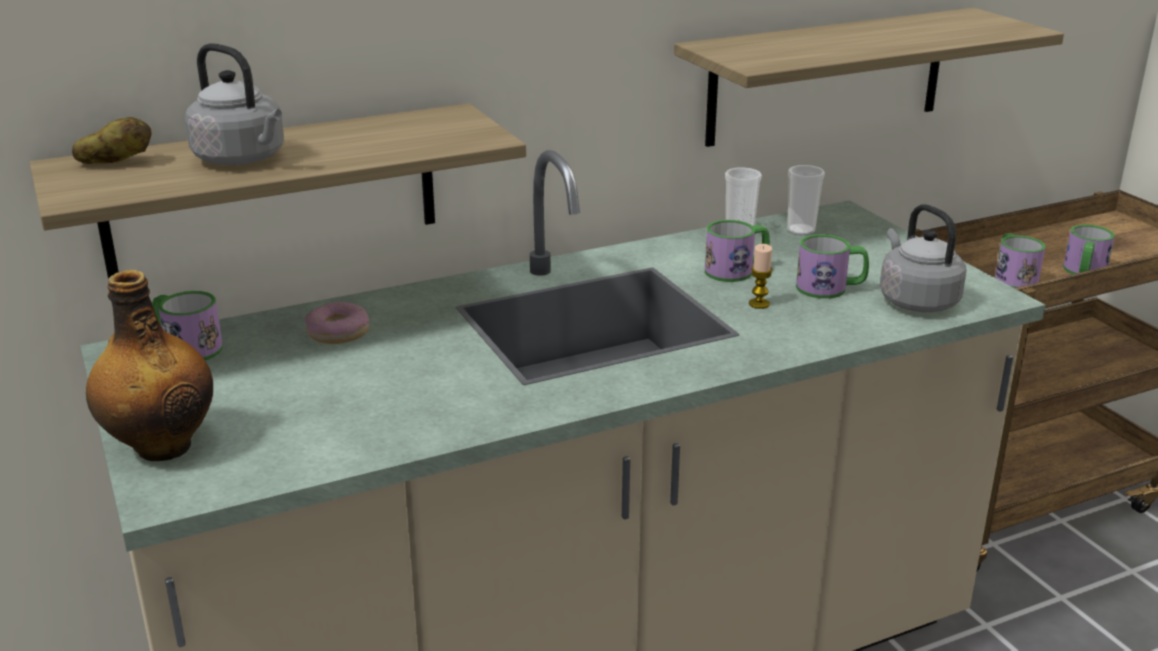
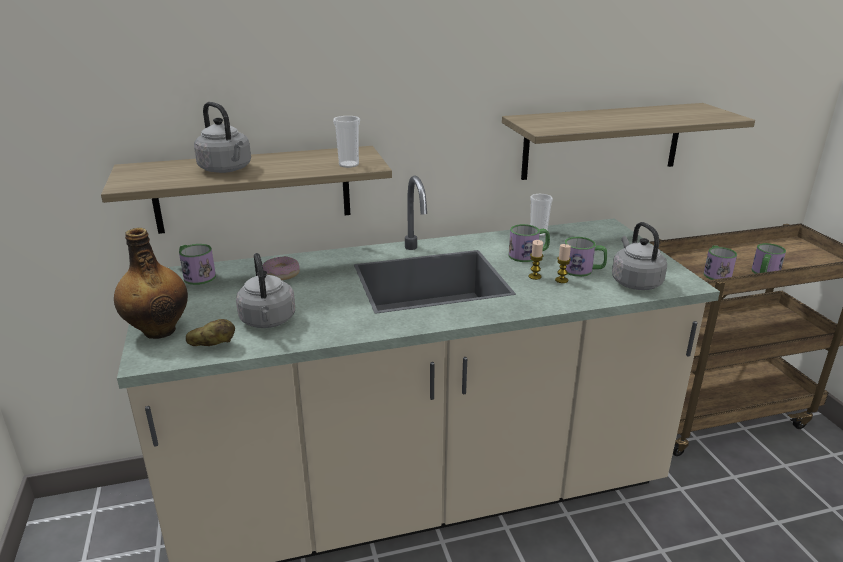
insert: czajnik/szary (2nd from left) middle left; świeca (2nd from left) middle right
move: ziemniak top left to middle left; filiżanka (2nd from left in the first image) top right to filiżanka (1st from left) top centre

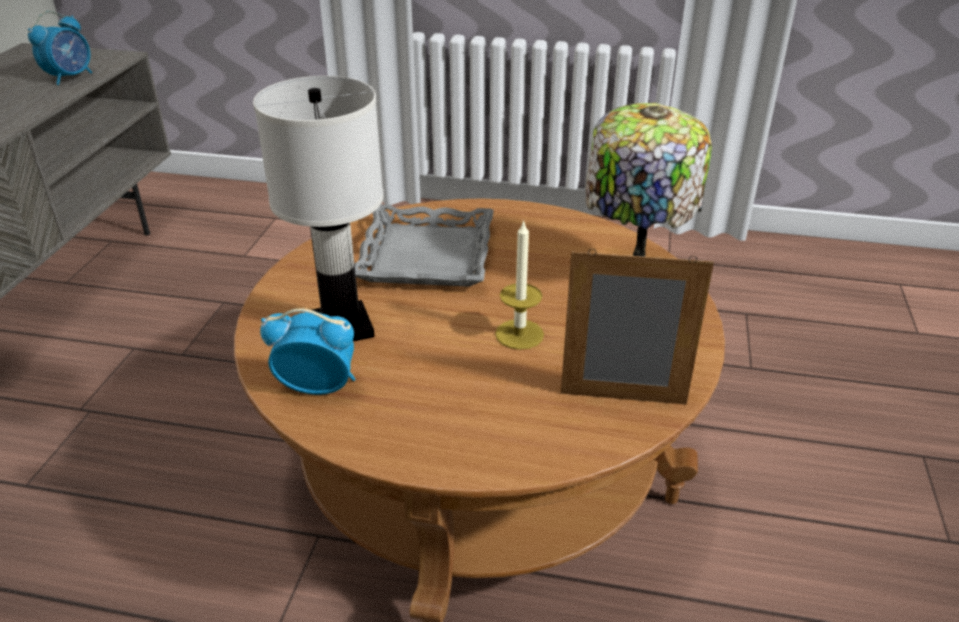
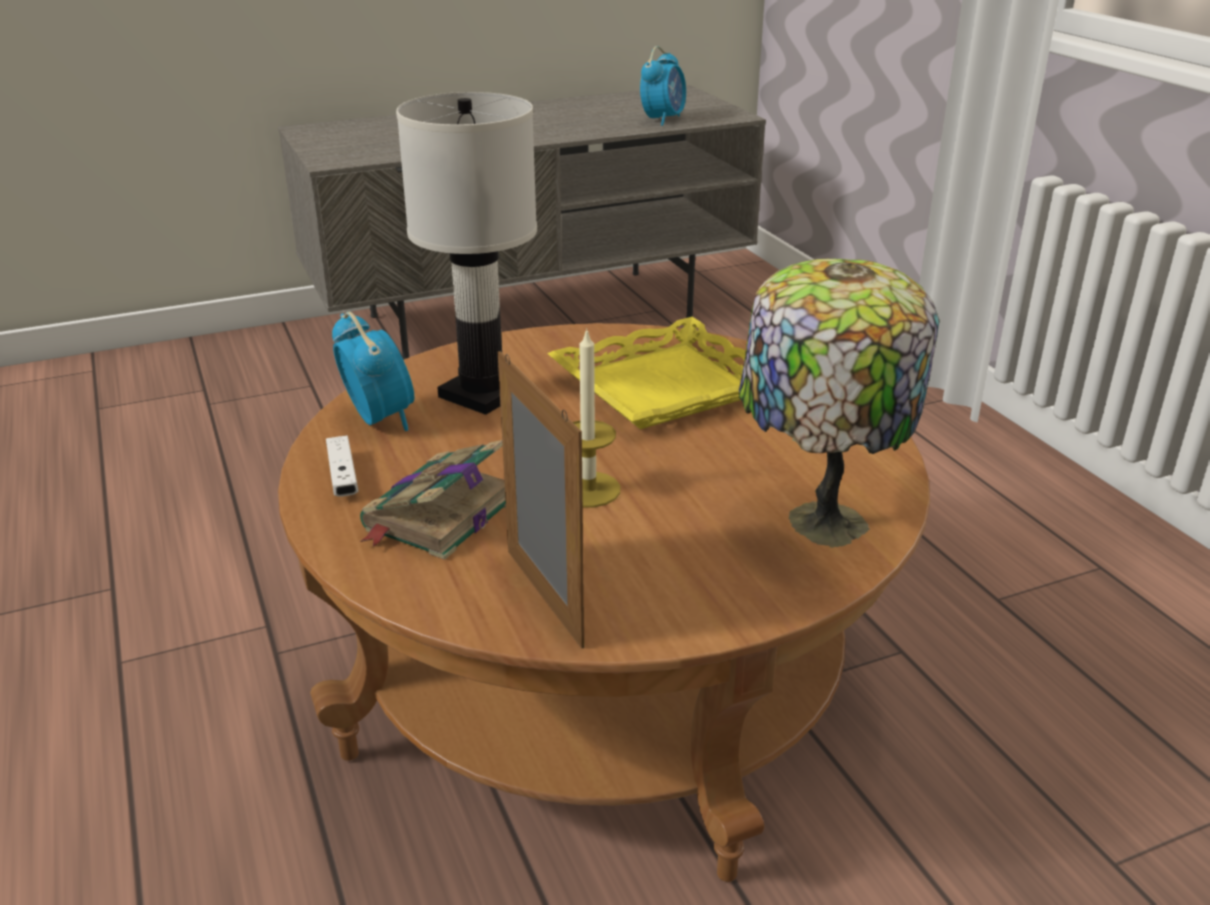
insert: pad do gier/biały middle left; książka centre
recolor: taca/szary centre to taca/żółty centre
rotate: budzik (1st from left in the first image) top left = top centre 60 degrees counterclockwise

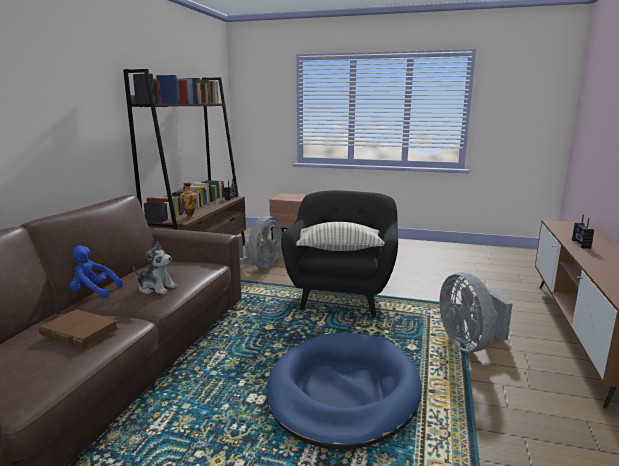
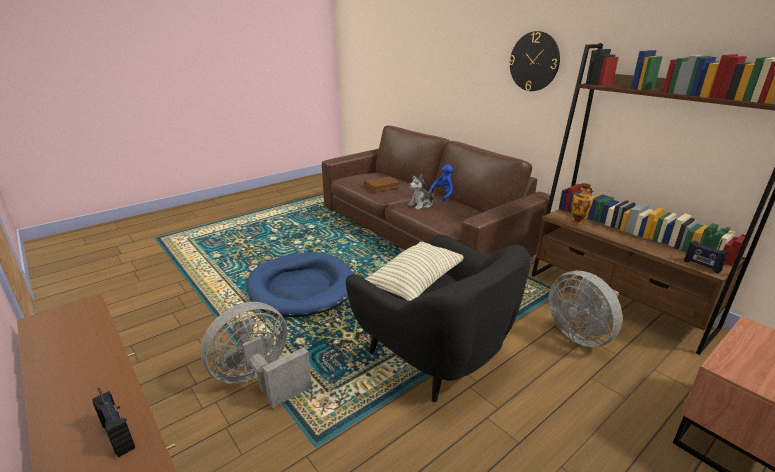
insert: zegar ścienny top right
rotate: wentylator/szary (2nd from left in the first image) bottom right = bottom left 60 degrees counterclockwise

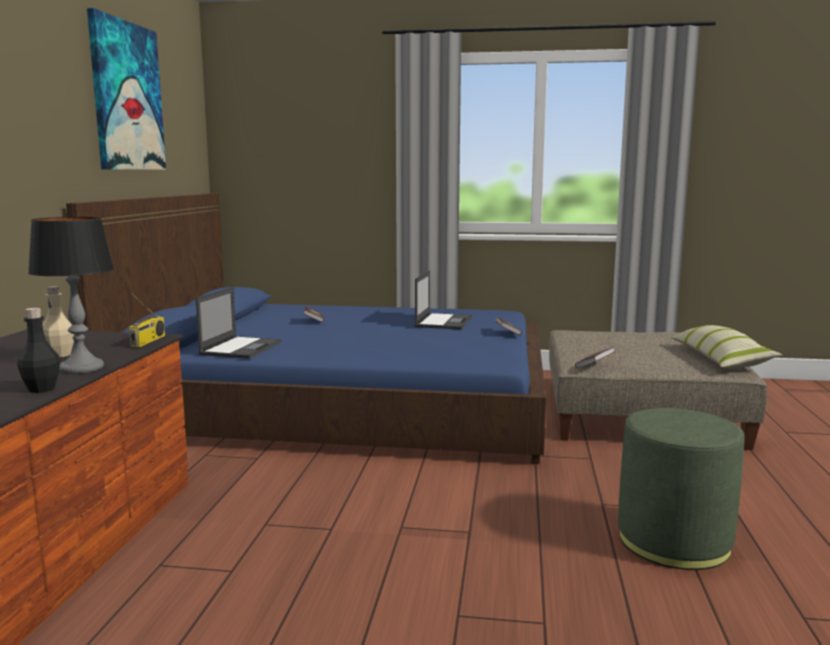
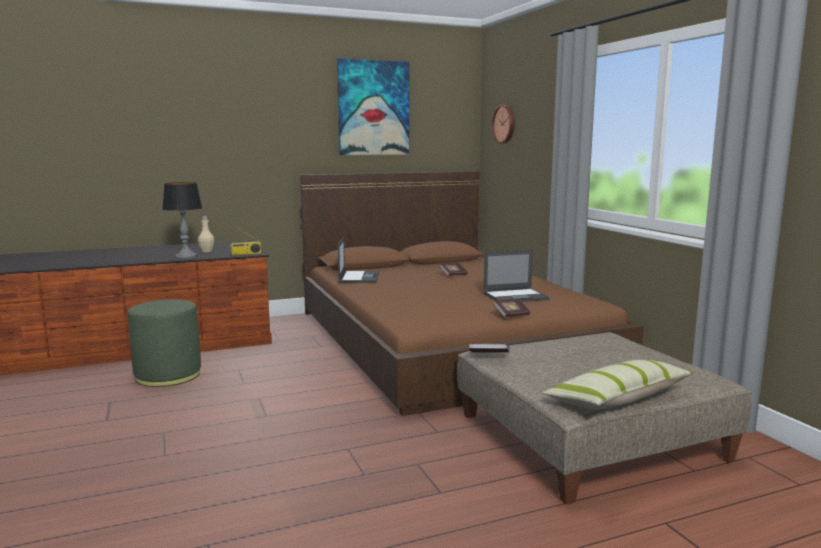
delete: butelka/czarny middle left
insert: zegar ścienny top centre
move: pufa/zielony bottom right to middle left
recolor: łóżko/niebieski centre to łóżko/brązowy centre
rotate: laptop (1st from left) middle left = centre 75 degrees counterclockwise

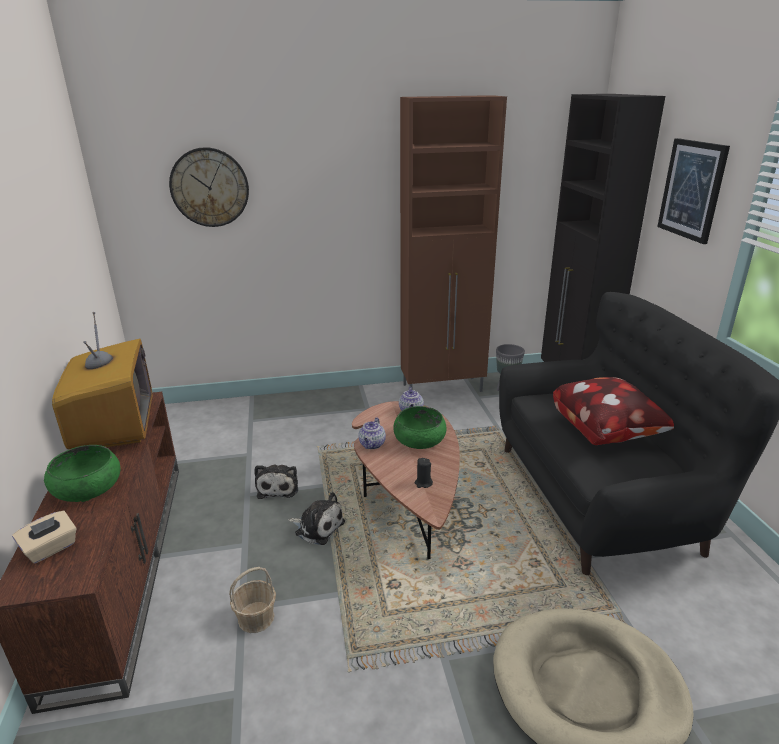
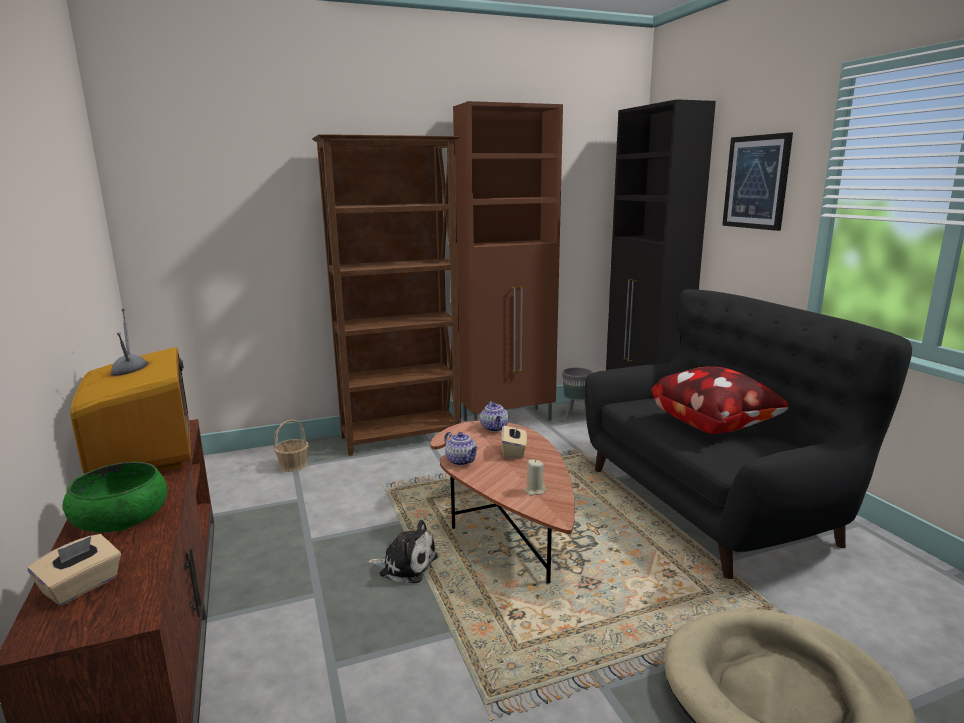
delete: zegar ścienny top left; pluszak (1st from left) centre
insert: regał/brązowy centre
move: koszyk bottom left to middle left
replace: miska/zielony (2nd from left) centre to pudełko chusteczek/beżowy (2nd from left) centre
recolor: świeca/czarny centre to świeca/beżowy centre
rotate: imbryk (1st from left) centre = centre 45 degrees counterclockwise

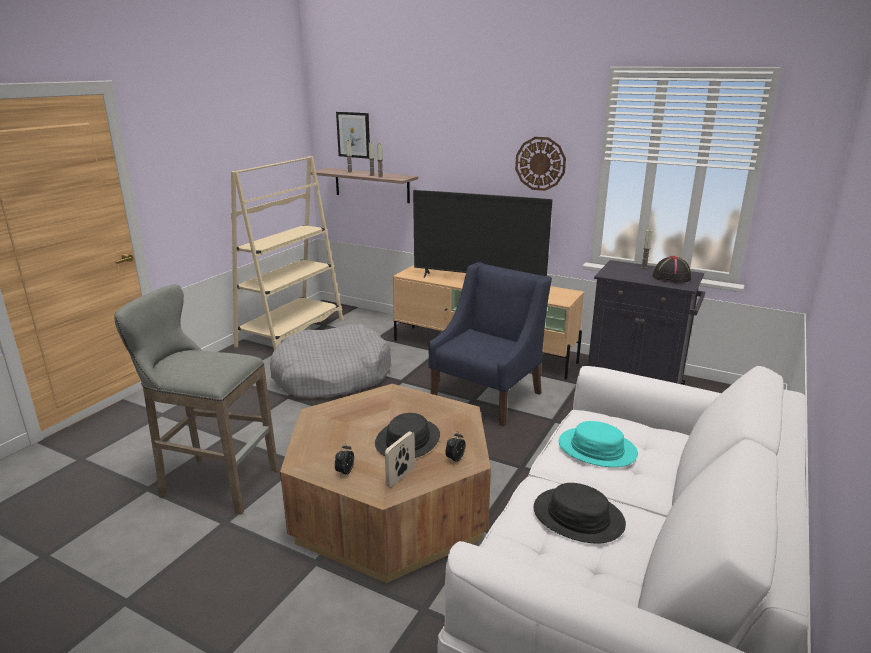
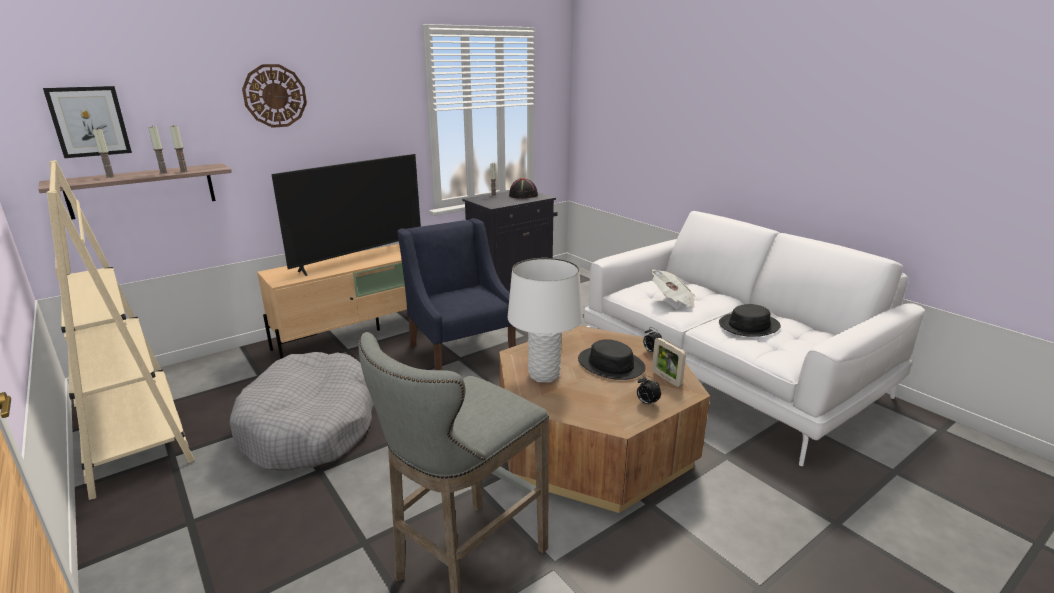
insert: lampa stołowa/biały centre
move: zegar ścienny top centre to top left
replace: kapelusz/turkusowy bottom right to gazeta centre

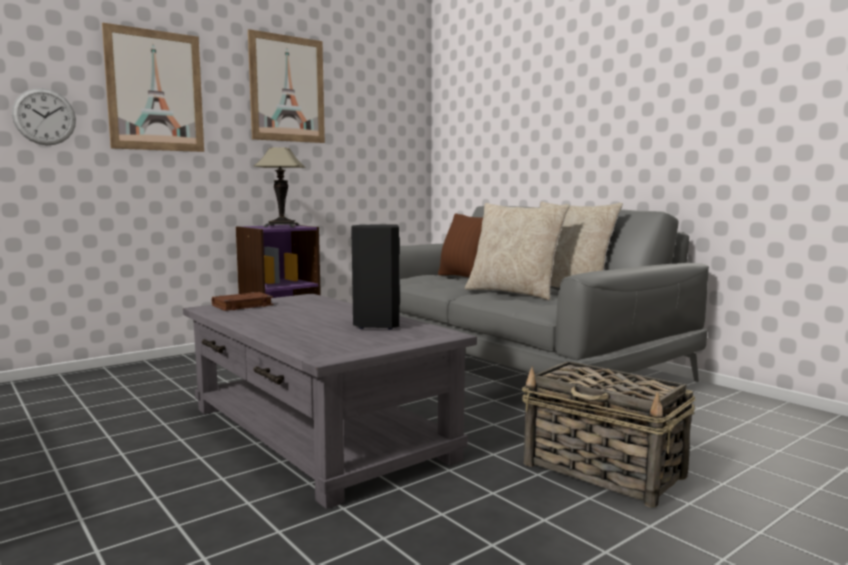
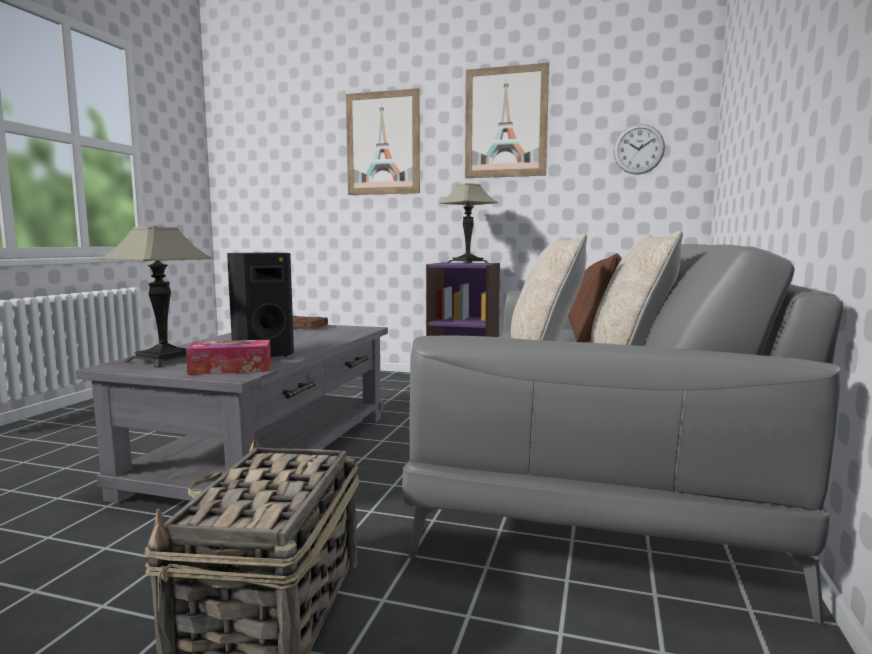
insert: lampa stołowa (1st from left) middle left; pudełko chusteczek middle left
move: zegar ścienny top left to top right

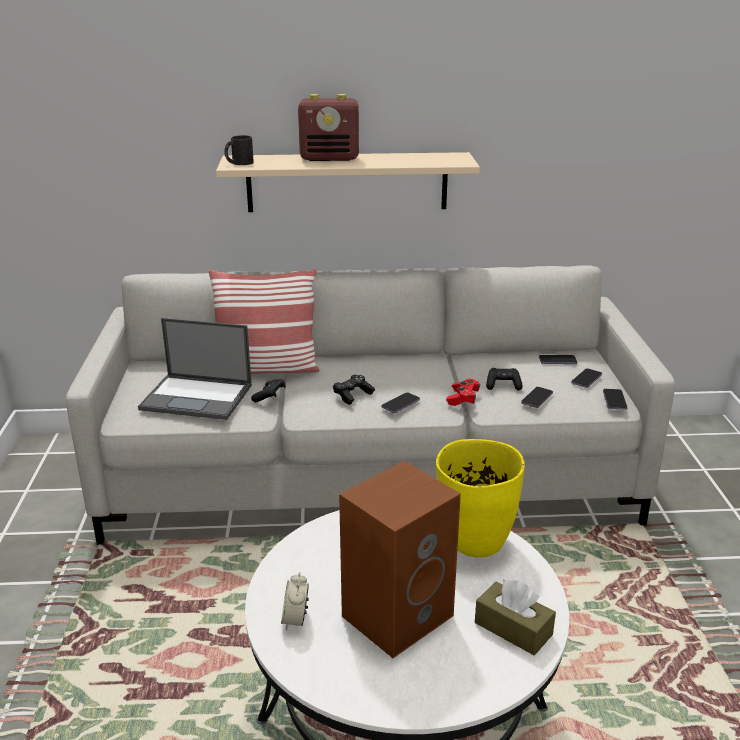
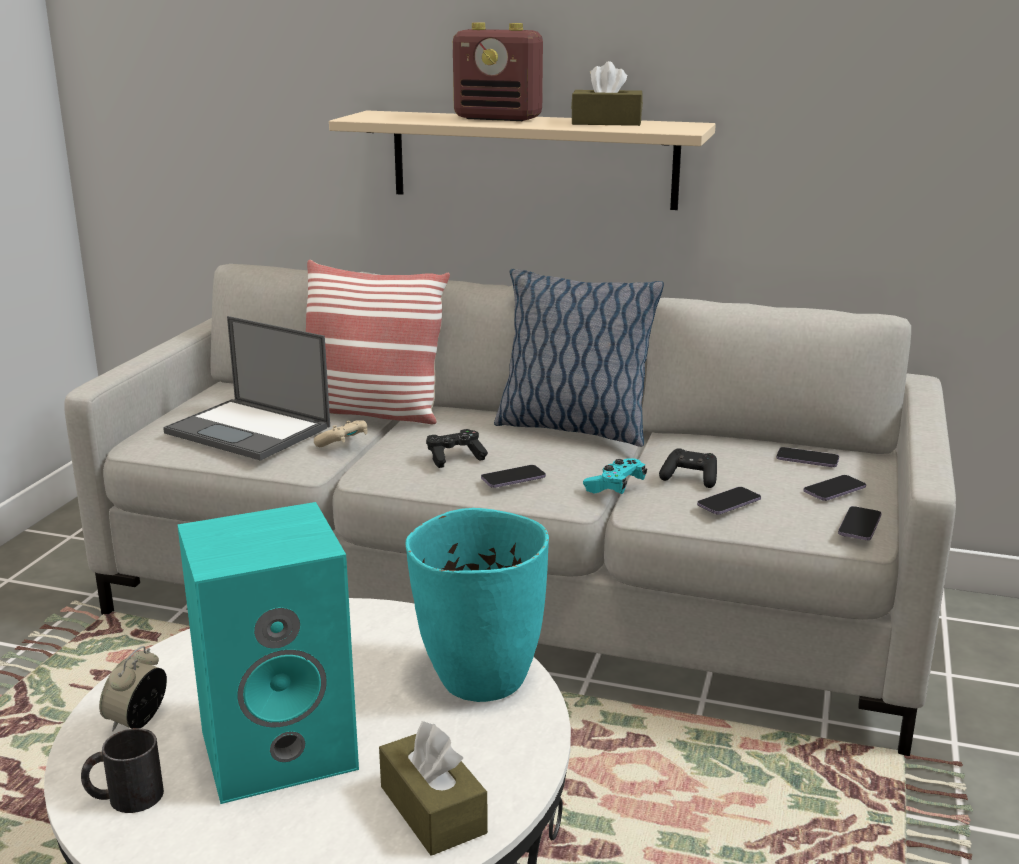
insert: poduszka (2nd from left) centre; pudełko chusteczek/brązowy (2nd from left) top centre
move: kubek/czarny top left to bottom left
recolor: pad do gier/czarny (1st from left) centre to pad do gier/beżowy centre; głośnik/brązowy bottom centre to głośnik/turkusowy bottom left; wazon/żółty bottom centre to wazon/turkusowy bottom centre; pad do gier/czerwony centre to pad do gier/turkusowy centre

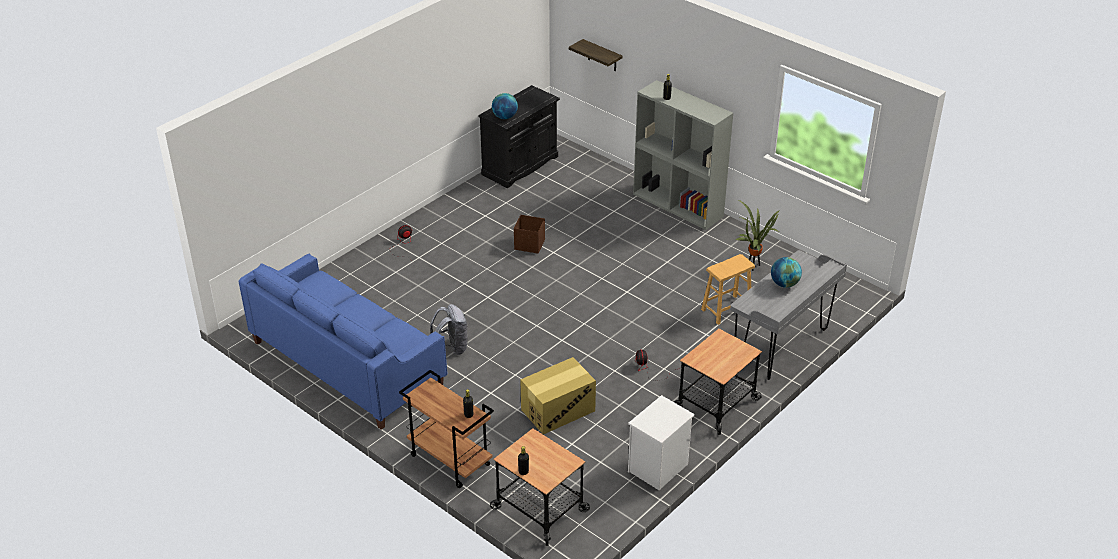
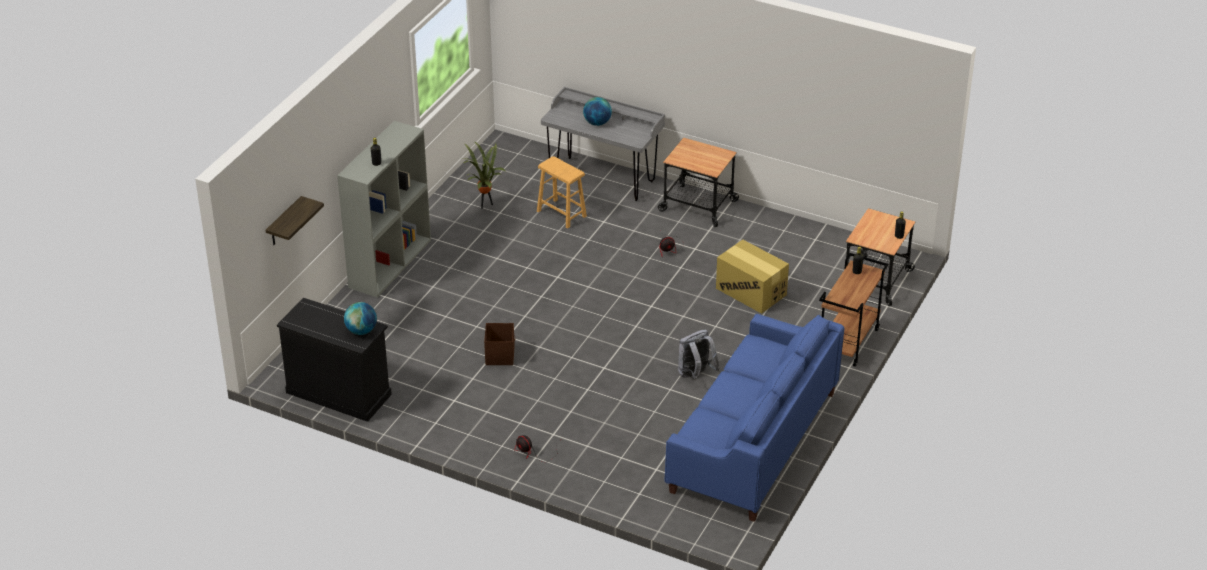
delete: szafka nocna/biały bottom centre

